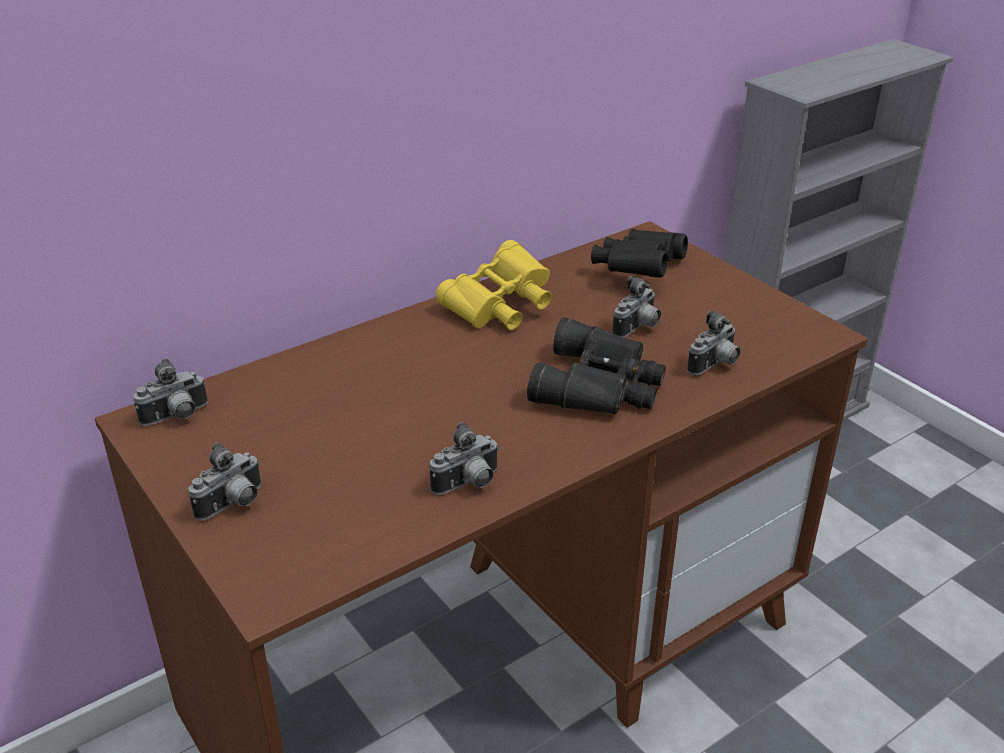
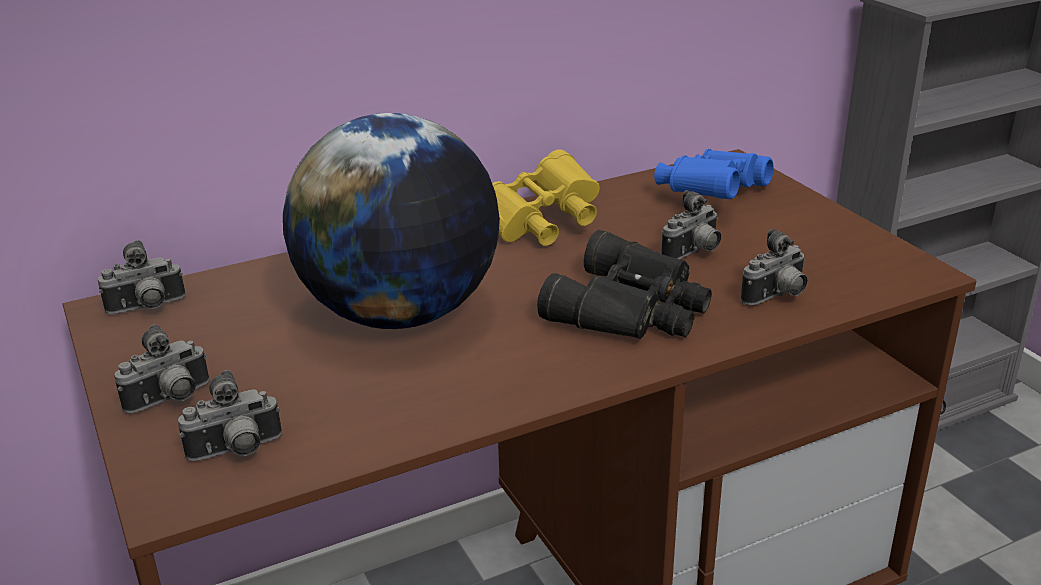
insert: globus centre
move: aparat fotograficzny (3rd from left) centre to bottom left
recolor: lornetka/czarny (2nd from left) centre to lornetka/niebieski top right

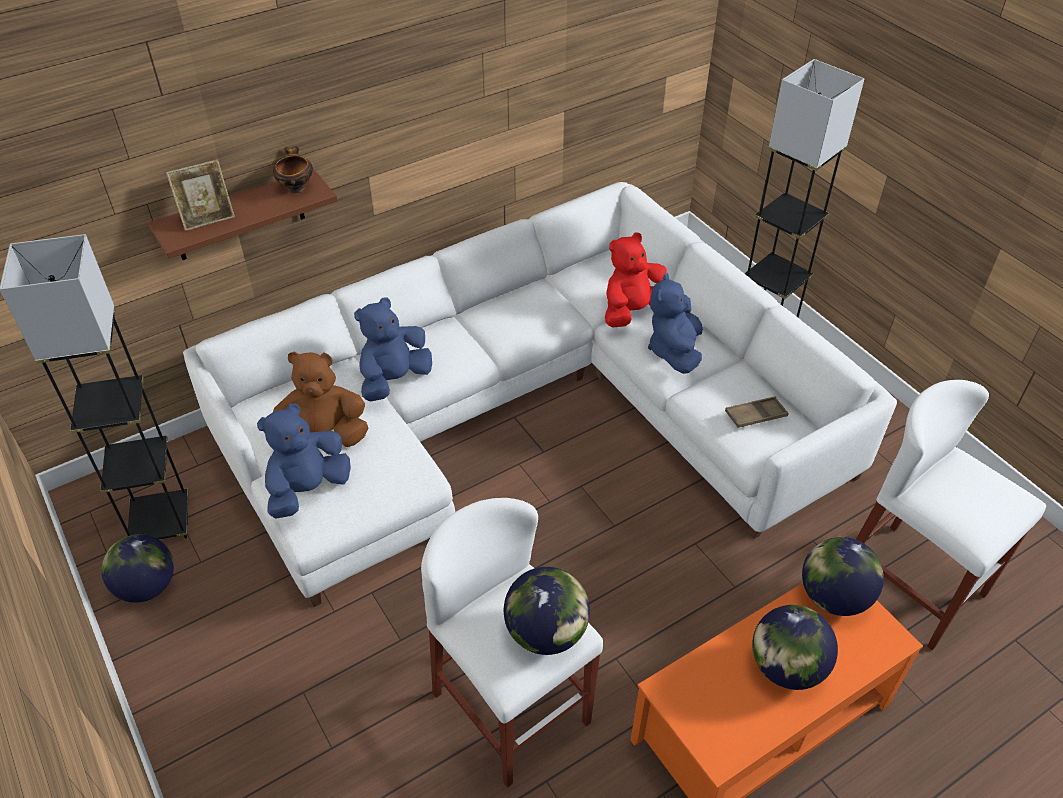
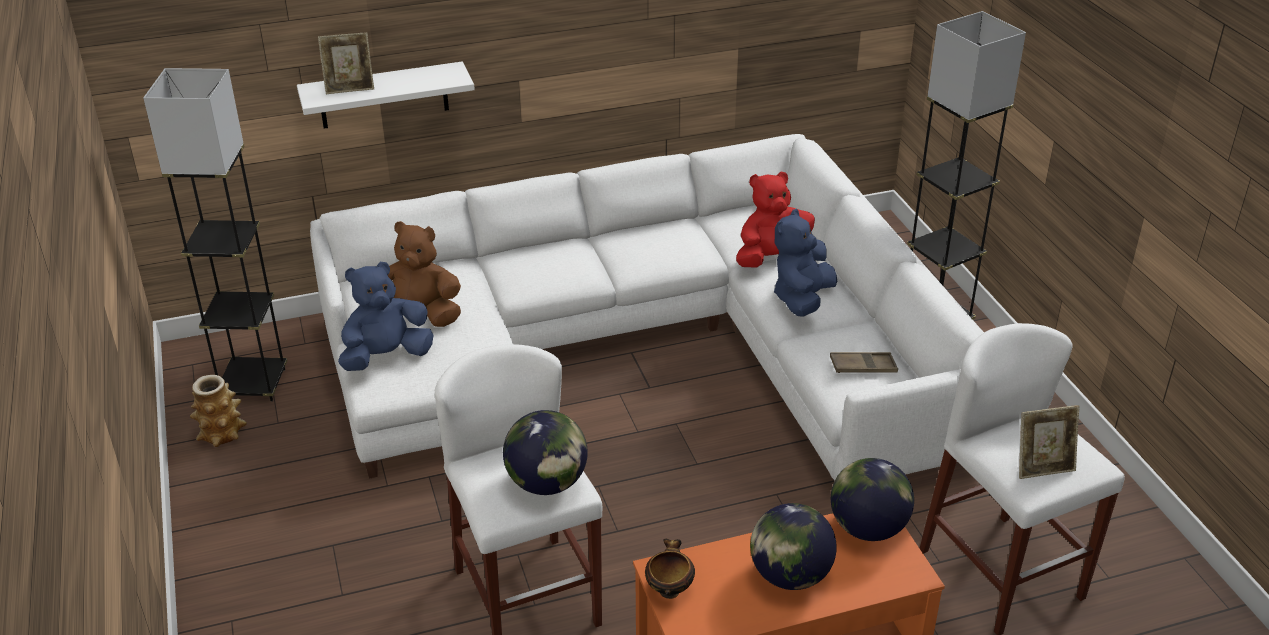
delete: pluszak/niebieski (2nd from left) centre
insert: ramka na zdjęcie (2nd from left) bottom right
move: miska top left to bottom centre
replace: globus (1st from left) bottom left to wazon middle left
recolor: półka/brązowy top left to półka/biały top left

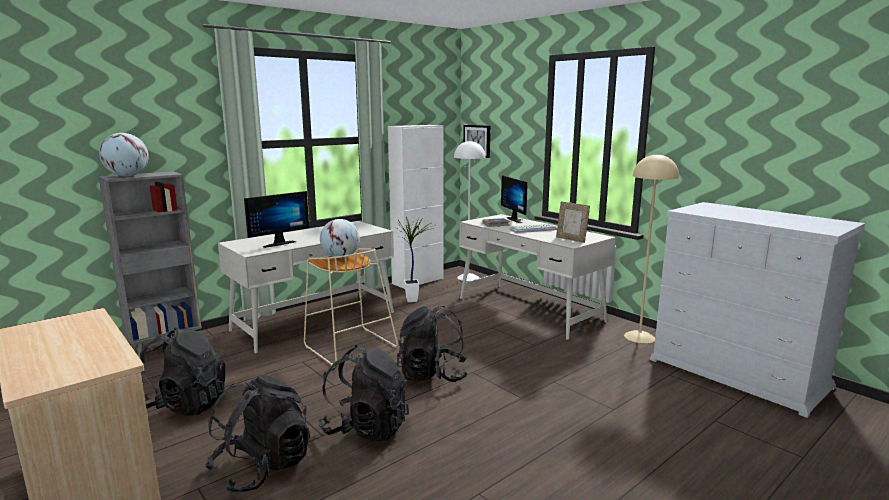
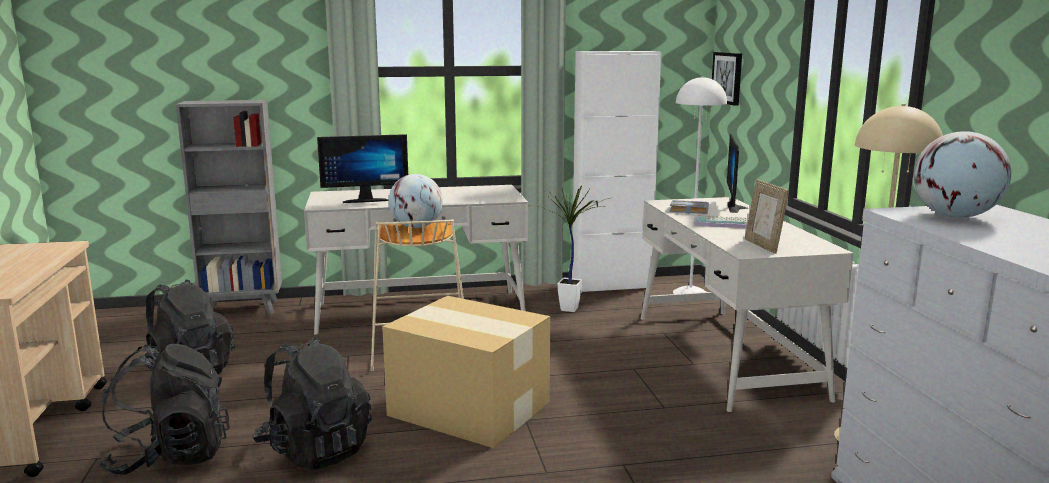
move: globus (1st from left in the first image) top left to globus (2nd from left) middle right
replace: plecak/czarny (4th from left) bottom centre to karton bottom centre

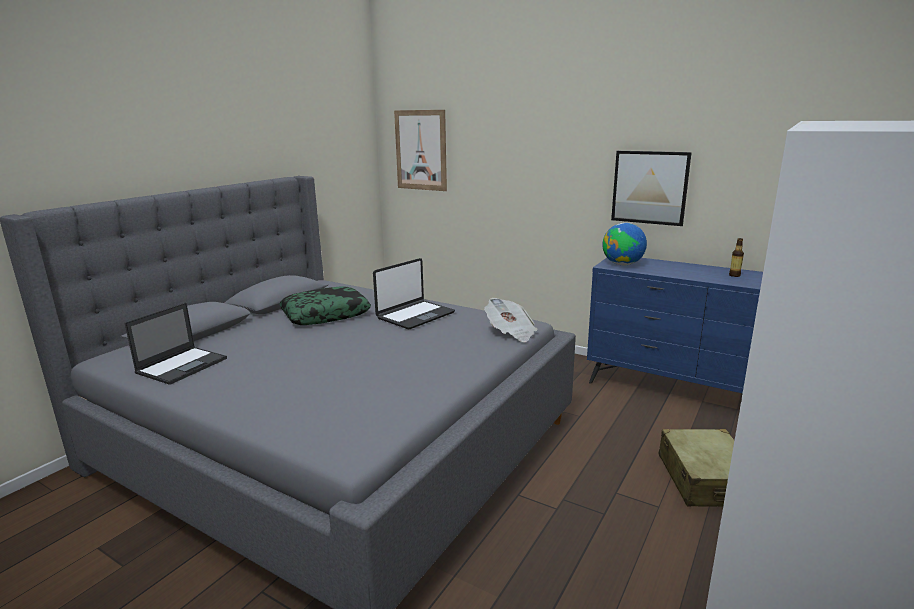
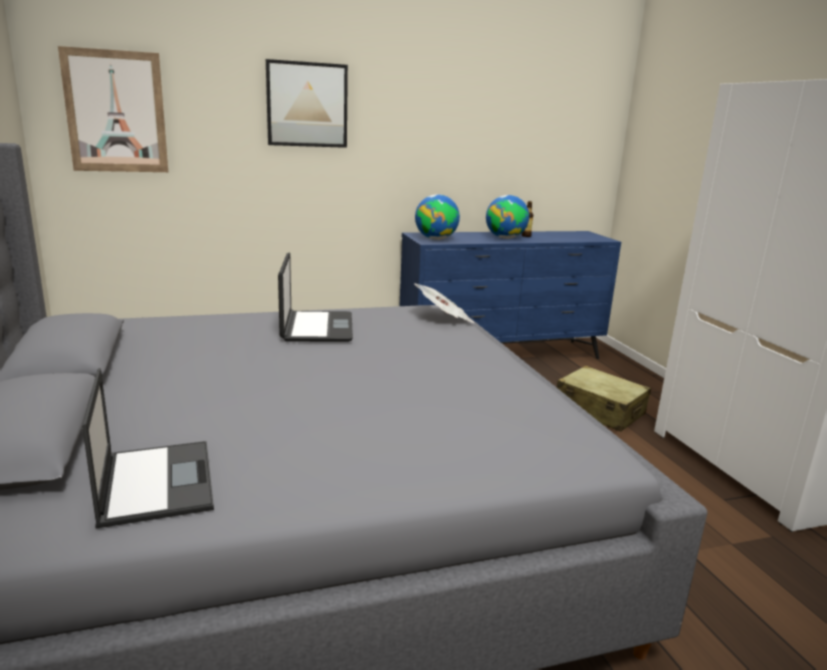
delete: poduszka centre
insert: globus (2nd from left) top centre
move: obraz (2nd from left) top right to top centre

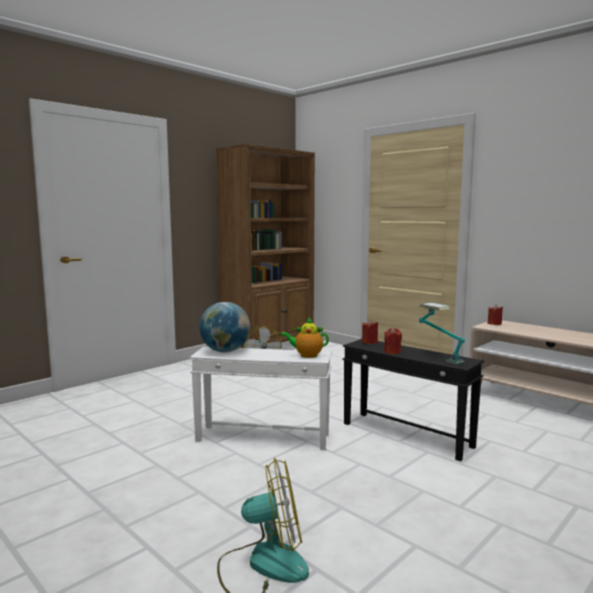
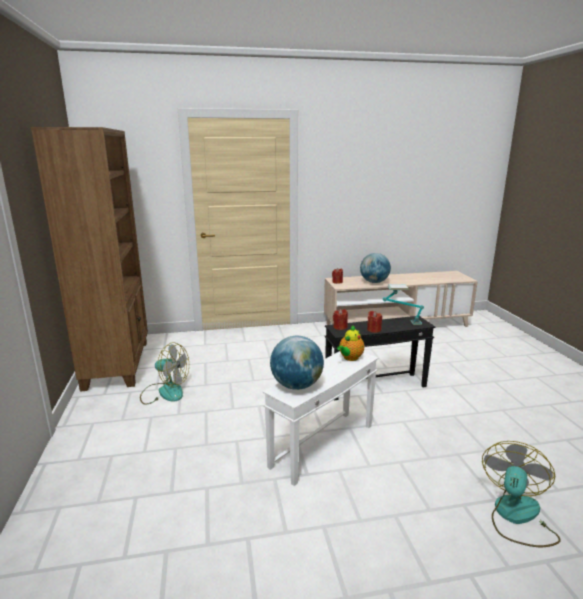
insert: globus (2nd from left) centre

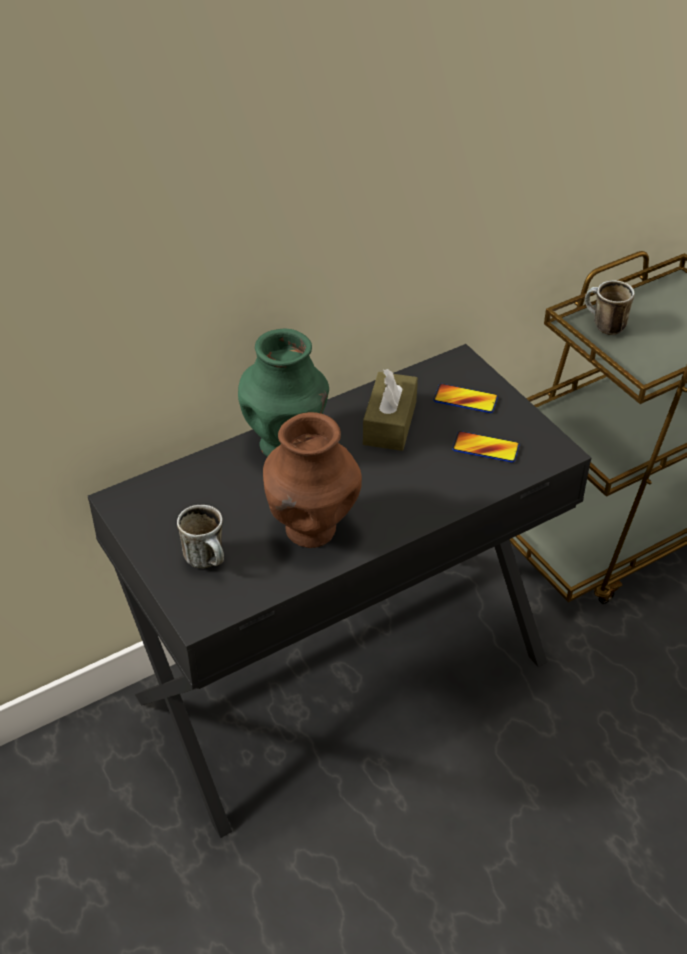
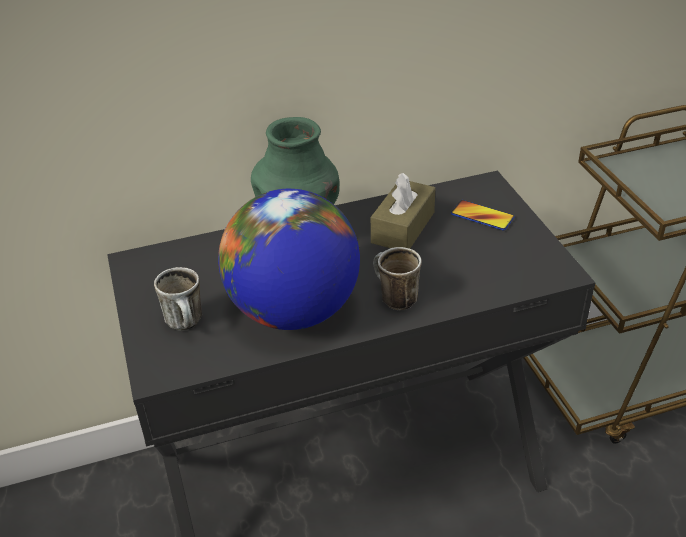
delete: telefon (2nd from left) middle right
move: kubek (2nd from left) top right to centre
replace: wazon/brązowy centre to globus centre

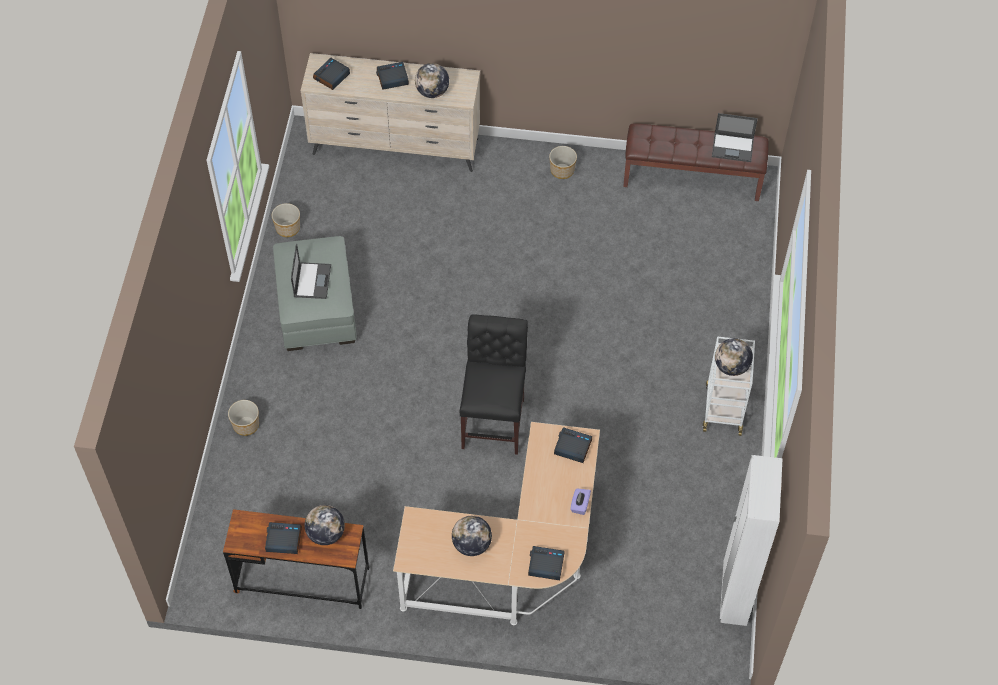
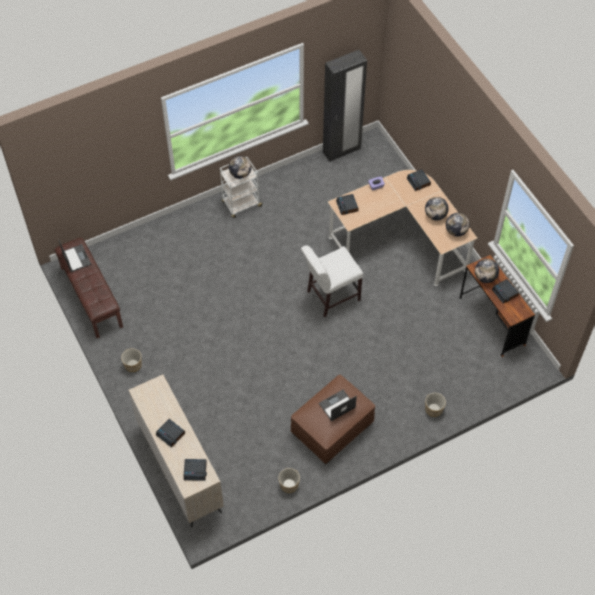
move: globus (2nd from left in the first image) top centre to globus (3rd from left) middle right
recolor: pufa/szary middle left to pufa/brązowy bottom centre; krzesło/czarny centre to krzesło/biały centre; szafa/biały bottom right to szafa/czarny top centre

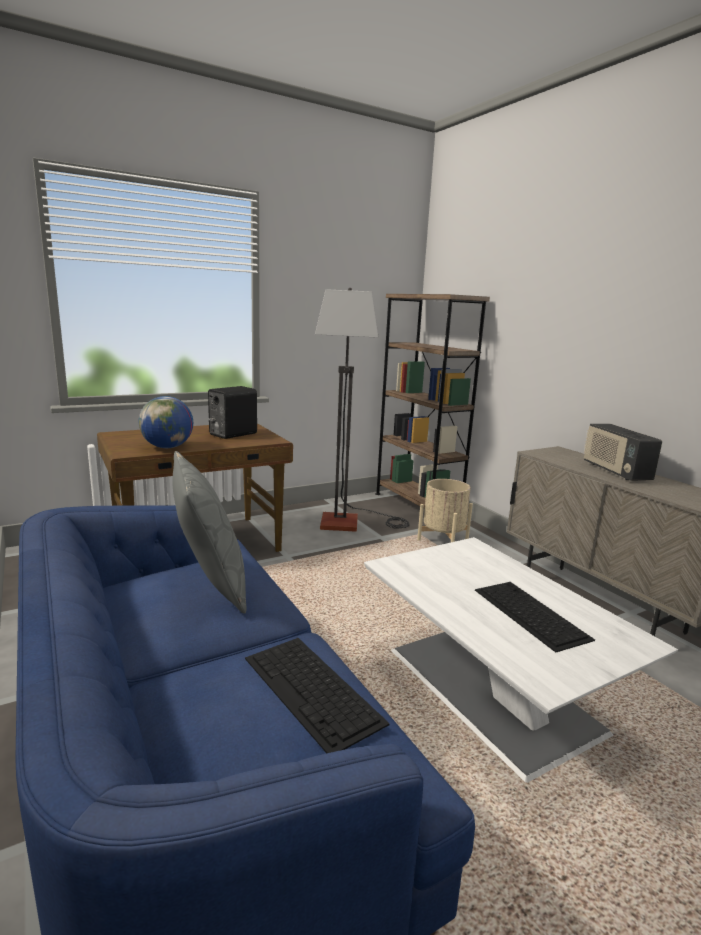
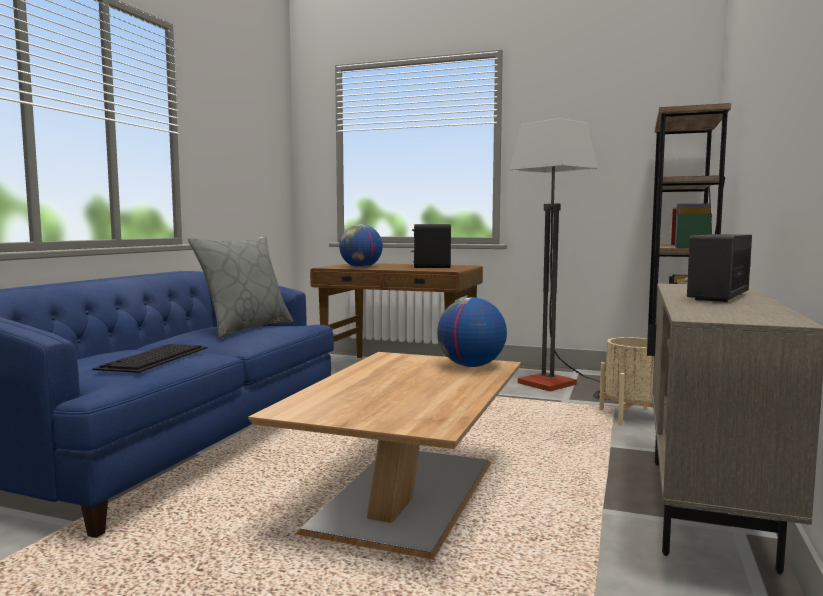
delete: klawiatura (2nd from left) middle right
insert: globus (2nd from left) centre
recolor: ława/biały bottom right to ława/brązowy bottom centre

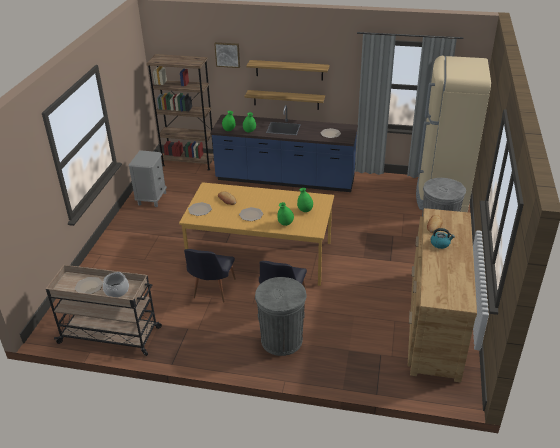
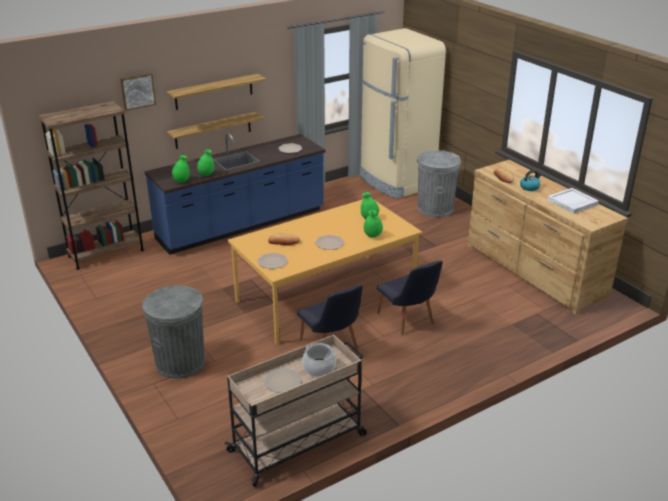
delete: szafka nocna/szary middle left
insert: taca/biały middle right
move: kosz na śmieci/szary (1st from left) bottom centre to middle left

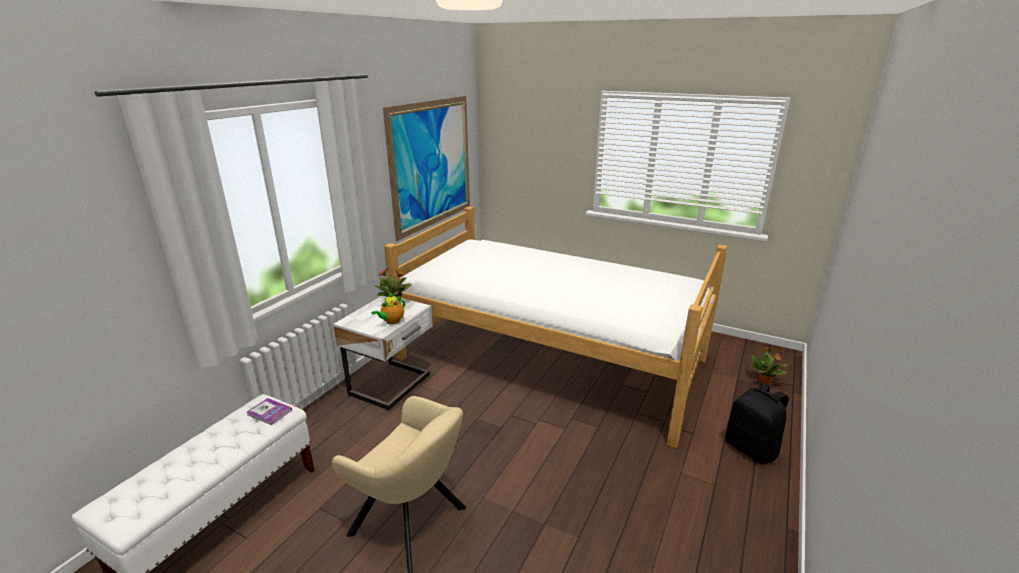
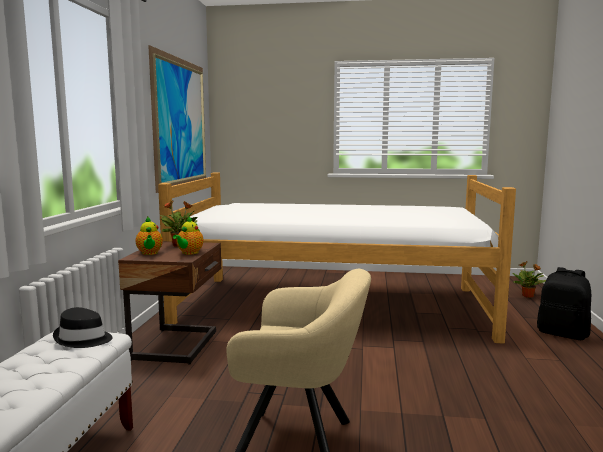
insert: imbryk (1st from left) middle left
replace: książka bottom left to kapelusz/czarny bottom left
recolor: szafka nocna/biały centre to szafka nocna/brązowy bottom left

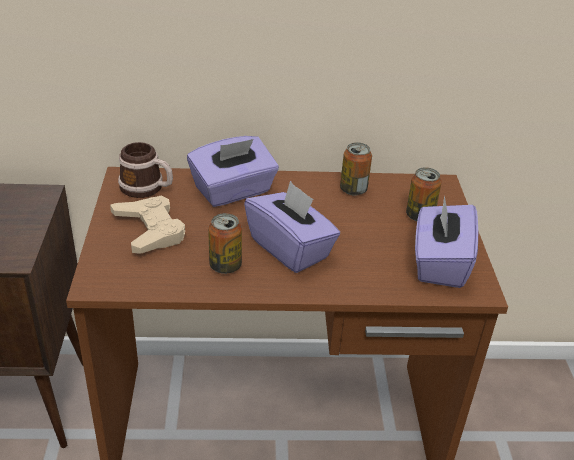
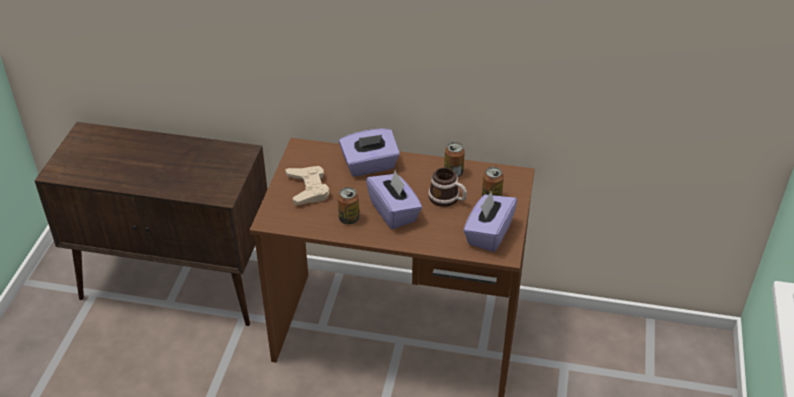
move: kubek middle left to centre

